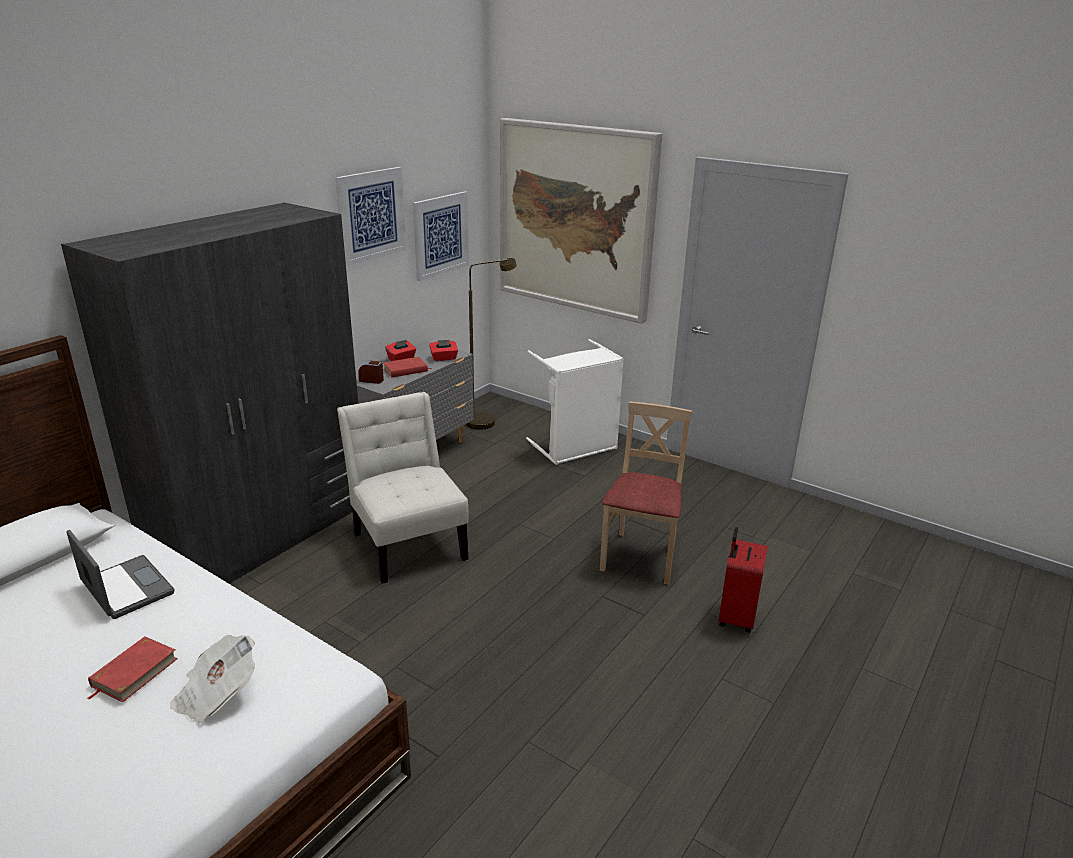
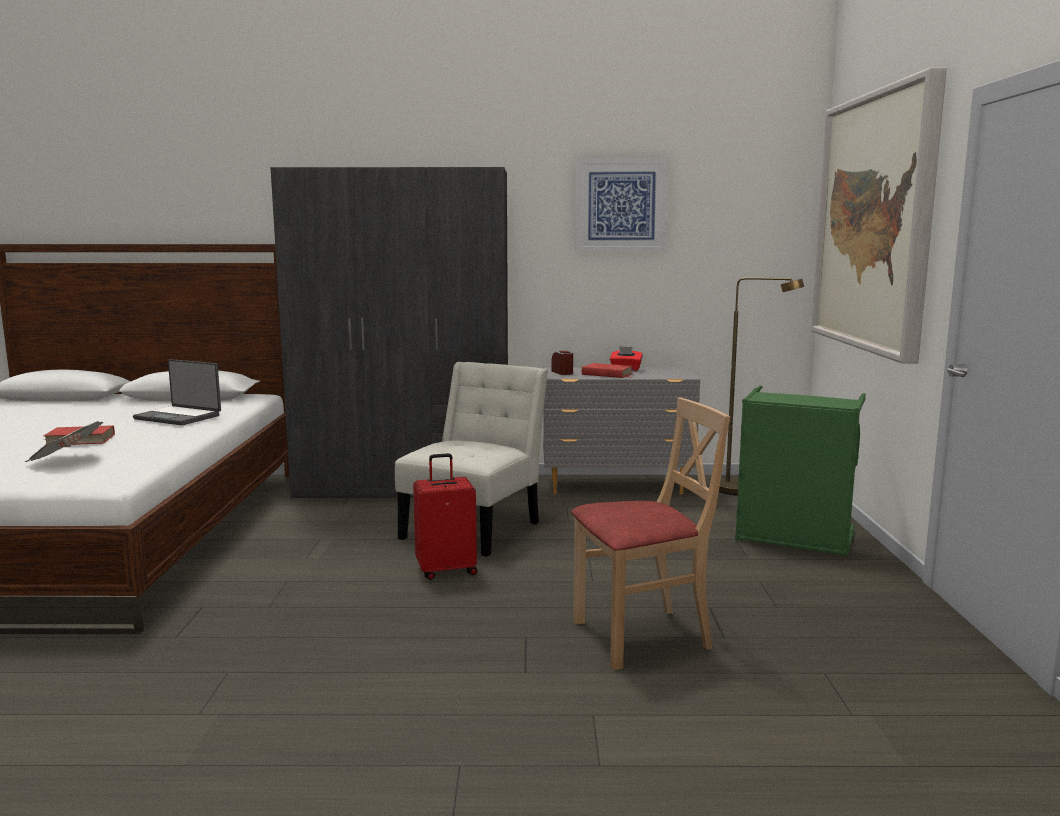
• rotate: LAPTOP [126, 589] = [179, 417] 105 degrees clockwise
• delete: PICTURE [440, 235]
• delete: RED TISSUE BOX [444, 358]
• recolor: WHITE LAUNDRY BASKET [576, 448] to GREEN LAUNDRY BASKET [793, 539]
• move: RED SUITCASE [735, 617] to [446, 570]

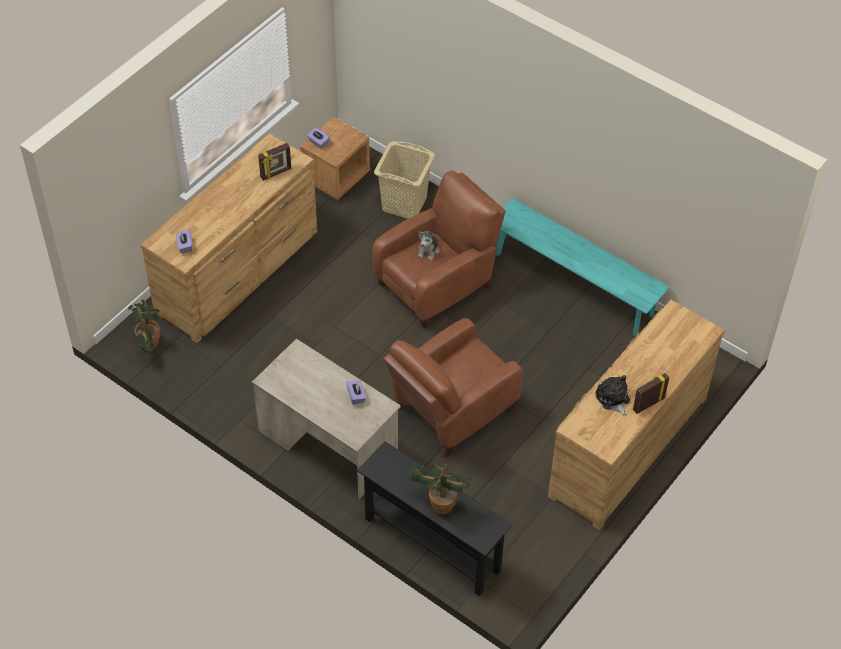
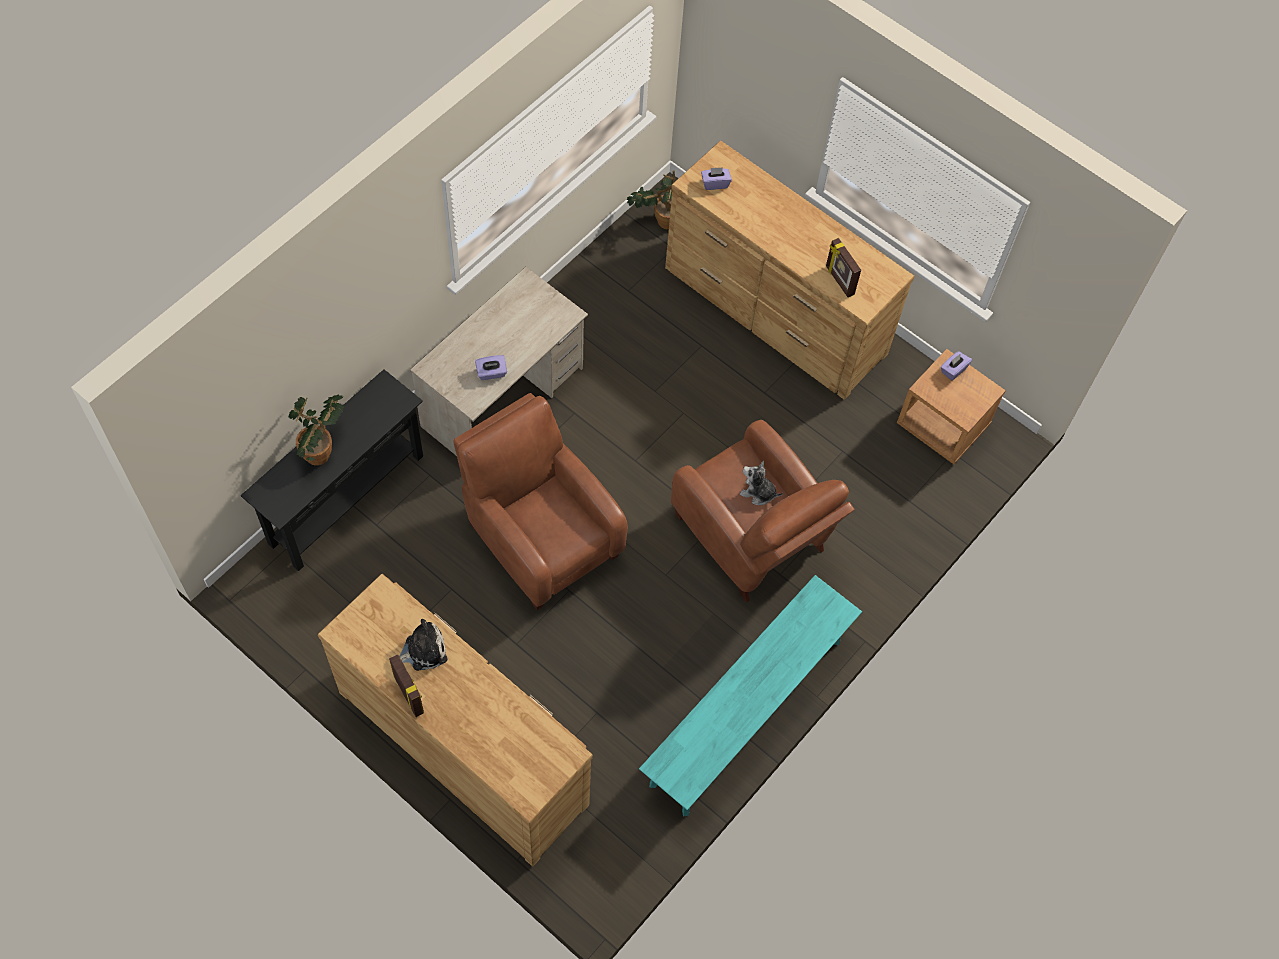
• delete: BEIGE LAUNDRY BASKET [405, 204]

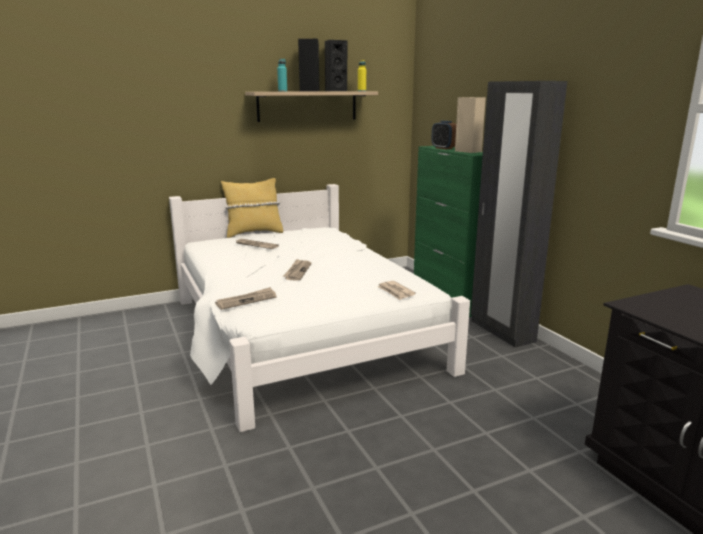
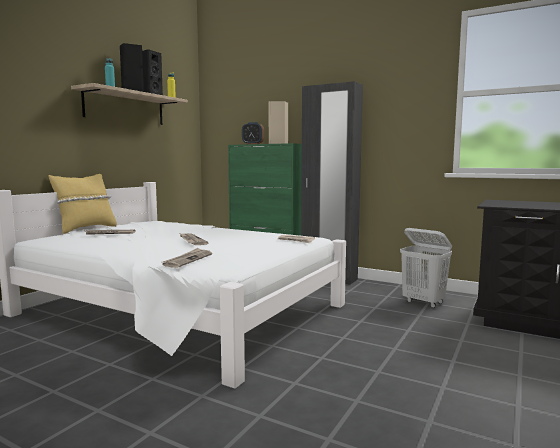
• insert: WHITE LAUNDRY BASKET [423, 302]

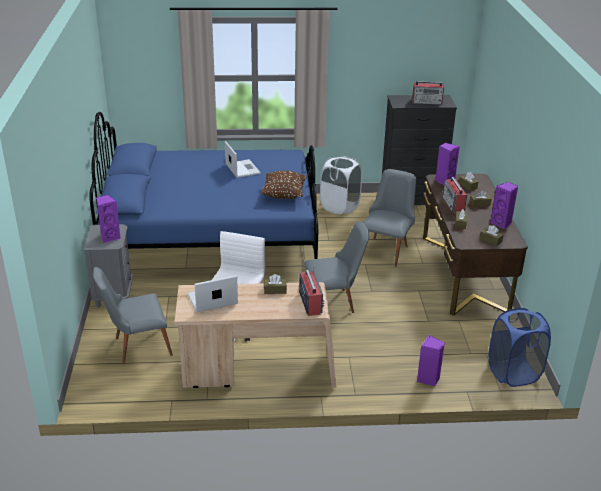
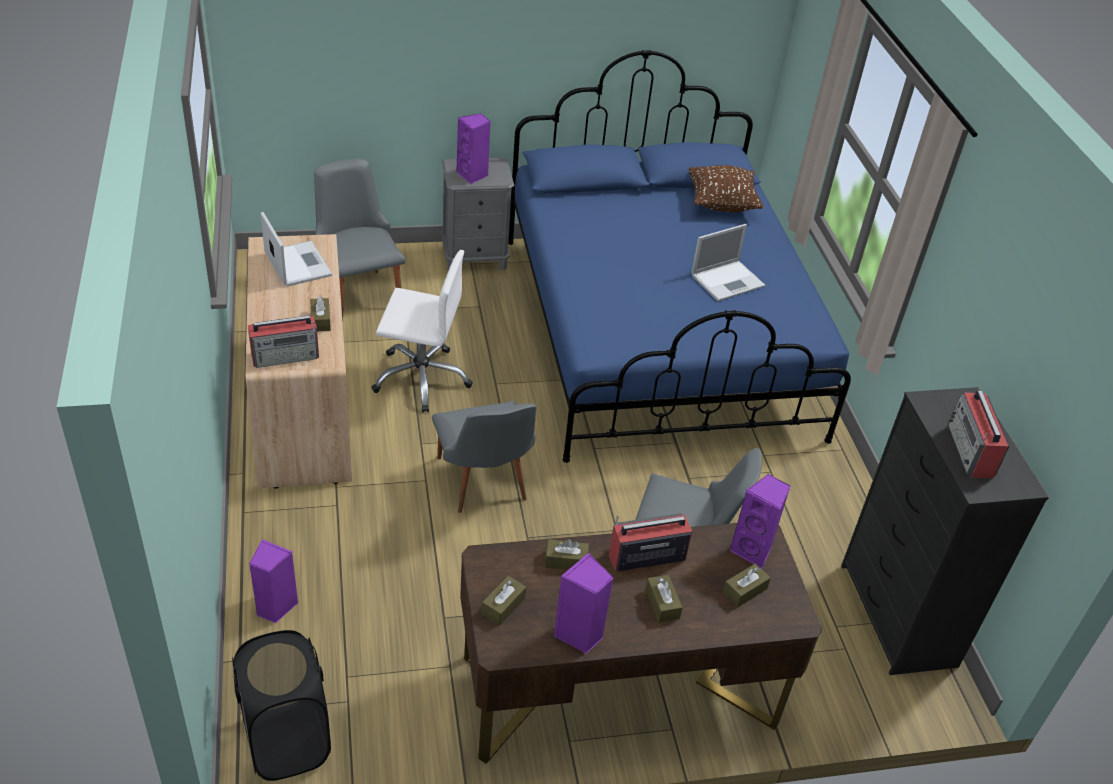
• move: BROWN PILLOW [284, 195] to [721, 203]
• delete: WHITE LAUNDRY BASKET [340, 207]
• recolor: BLUE LAUNDRY BASKET [513, 373] to BLACK LAUNDRY BASKET [286, 741]

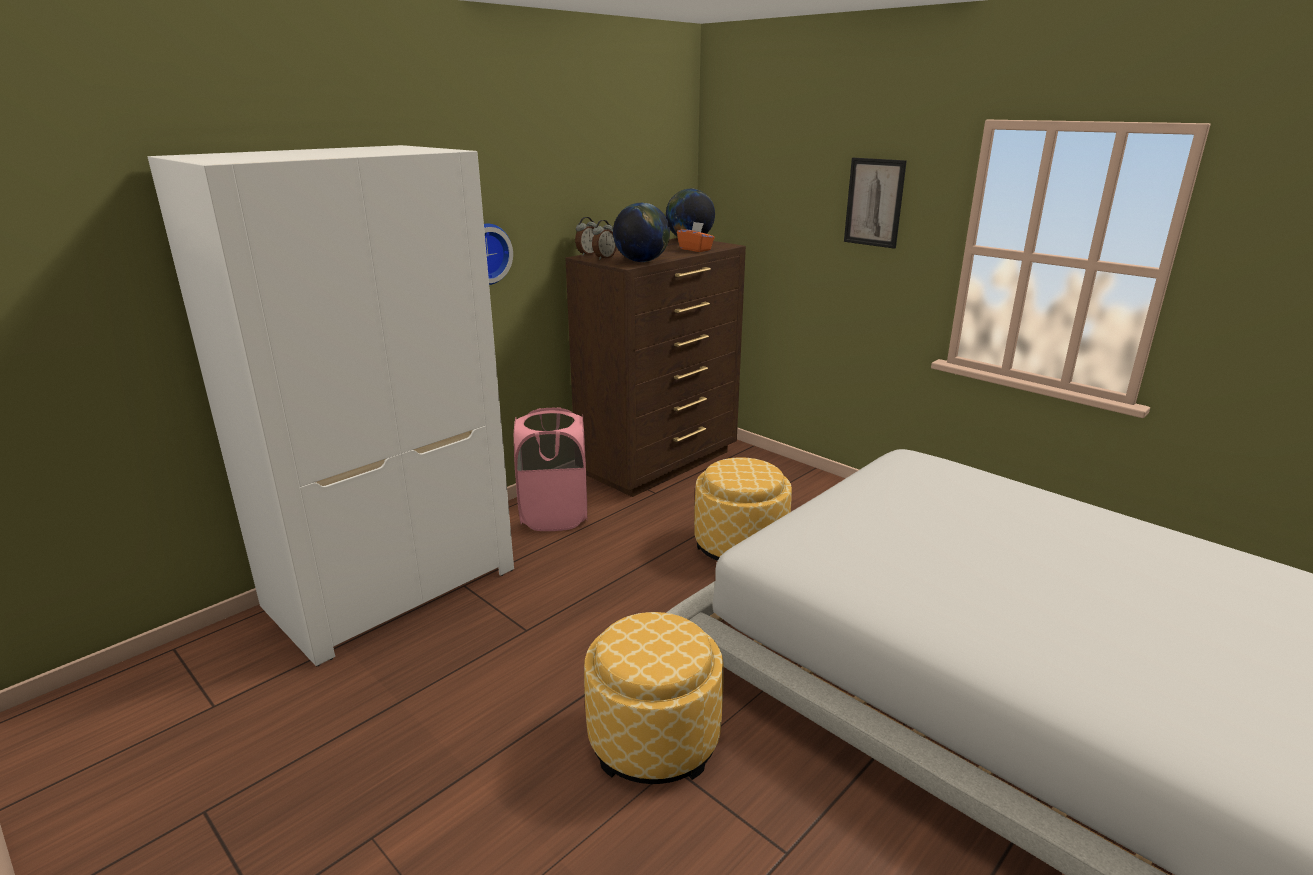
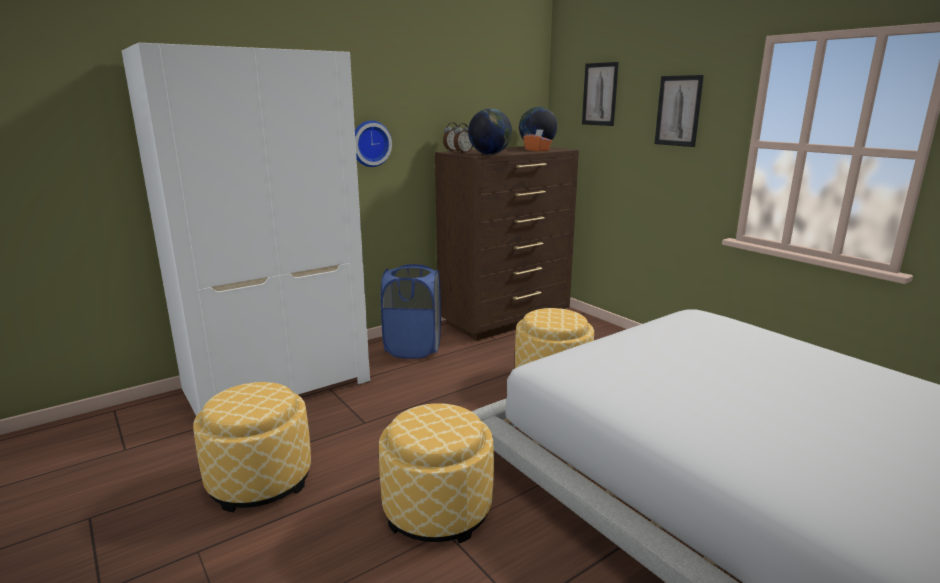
• recolor: PINK LAUNDRY BASKET [555, 516] to BLUE LAUNDRY BASKET [413, 348]
• insert: OTTOMAN [260, 480]
• insert: PICTURE [600, 94]

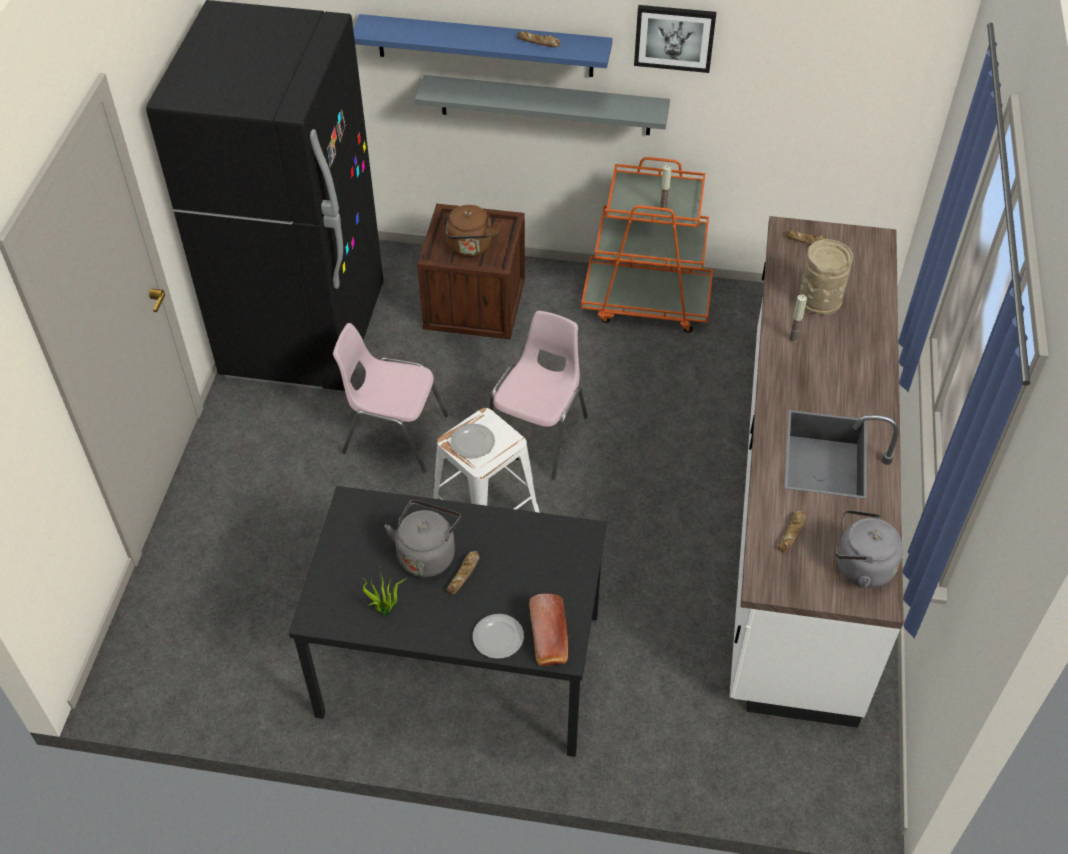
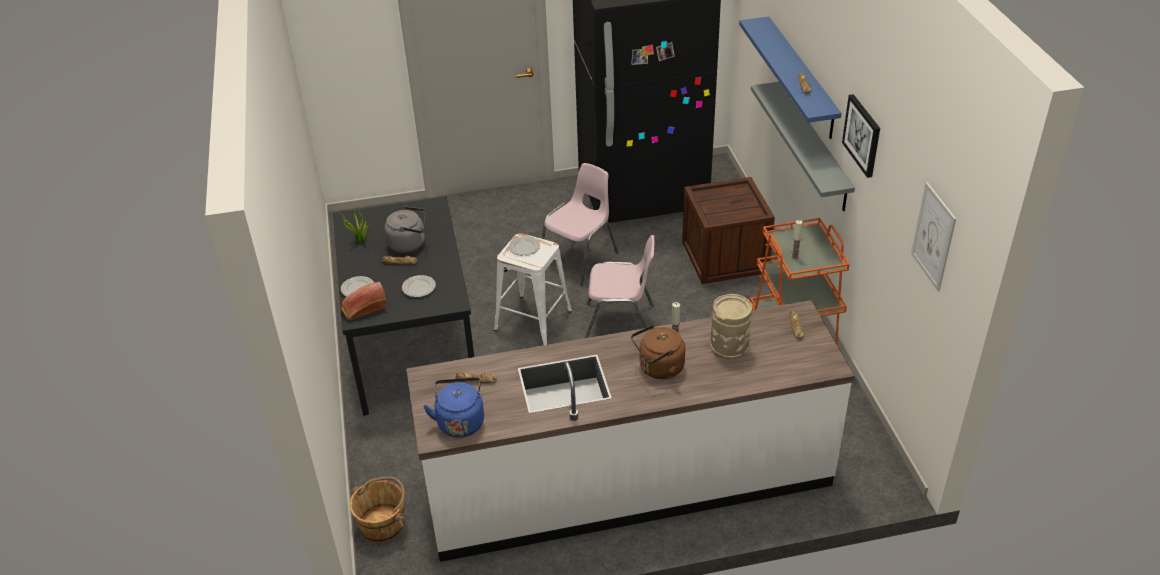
• rotate: PINK CHAIR [393, 434] = [580, 259] 45 degrees clockwise
• move: BROWN KETTLE [470, 248] to [659, 369]
• recolor: GREY KETTLE [859, 567] to BLUE KETTLE [460, 421]
• insert: BROWN BUCKET [383, 524]
• insert: PLATE [418, 288]
• insert: PICTURE [933, 236]

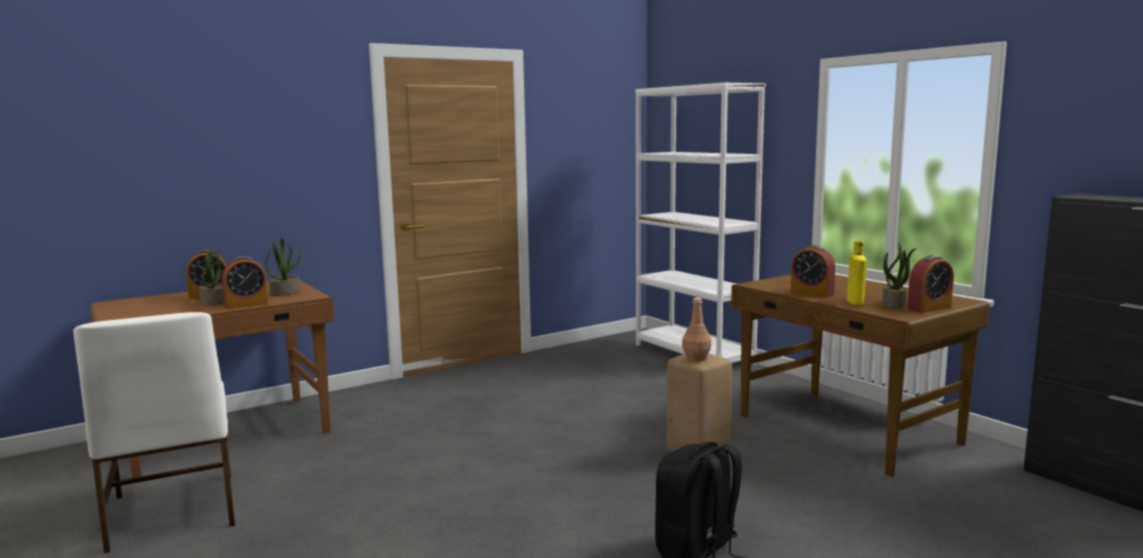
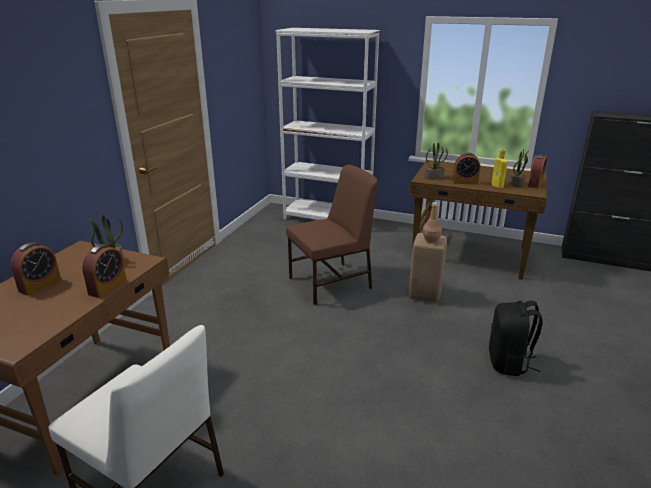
• move: POTTED PLANT [214, 302] to [434, 177]
• insert: BROWN CHAIR [331, 283]

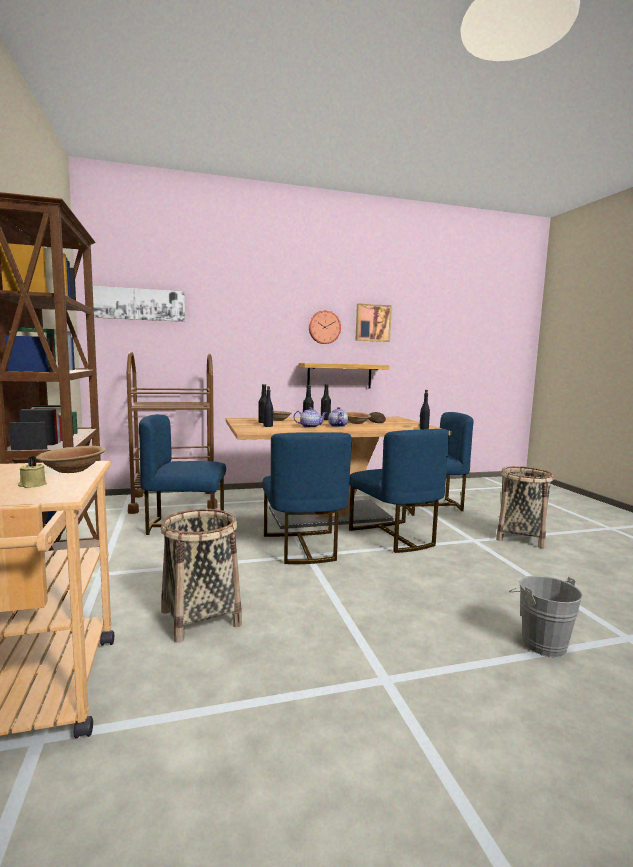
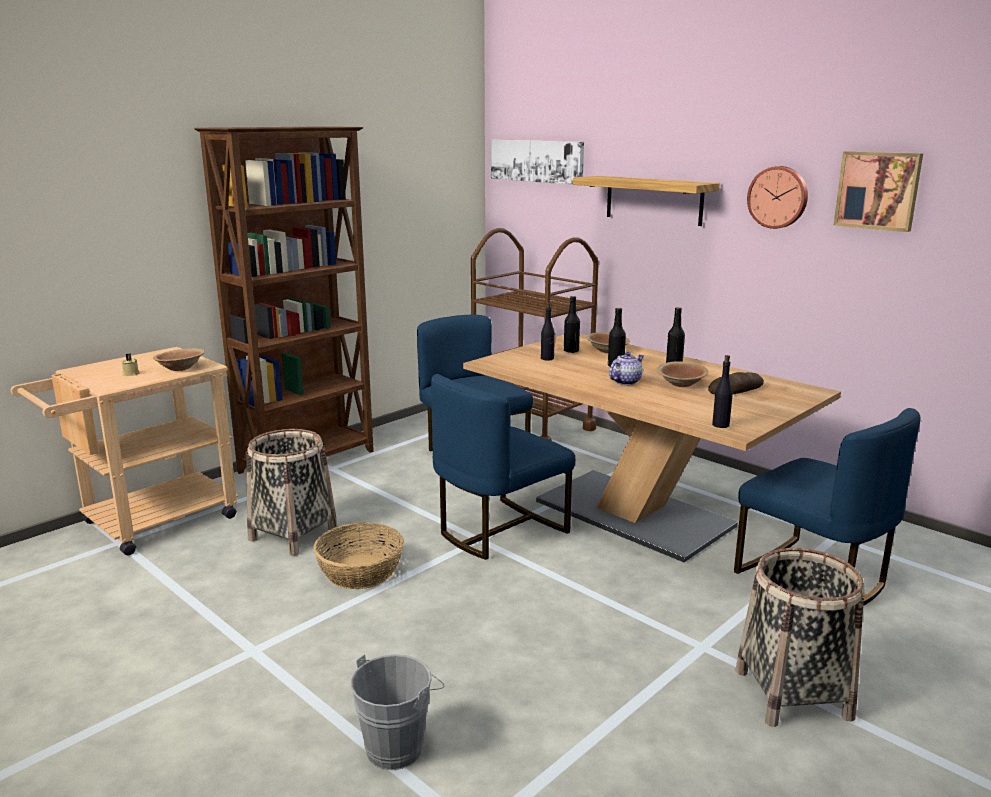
• delete: TEAPOT [310, 427]
• move: SHELF [339, 376] to [653, 200]
• delete: BLUE CHAIR [395, 537]
• insert: BASKET [360, 571]

